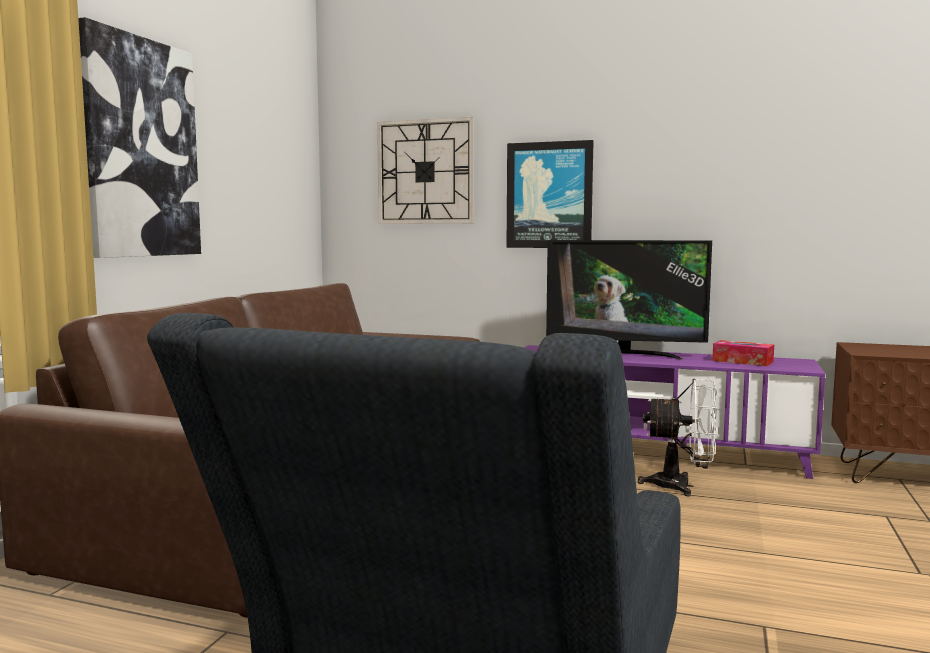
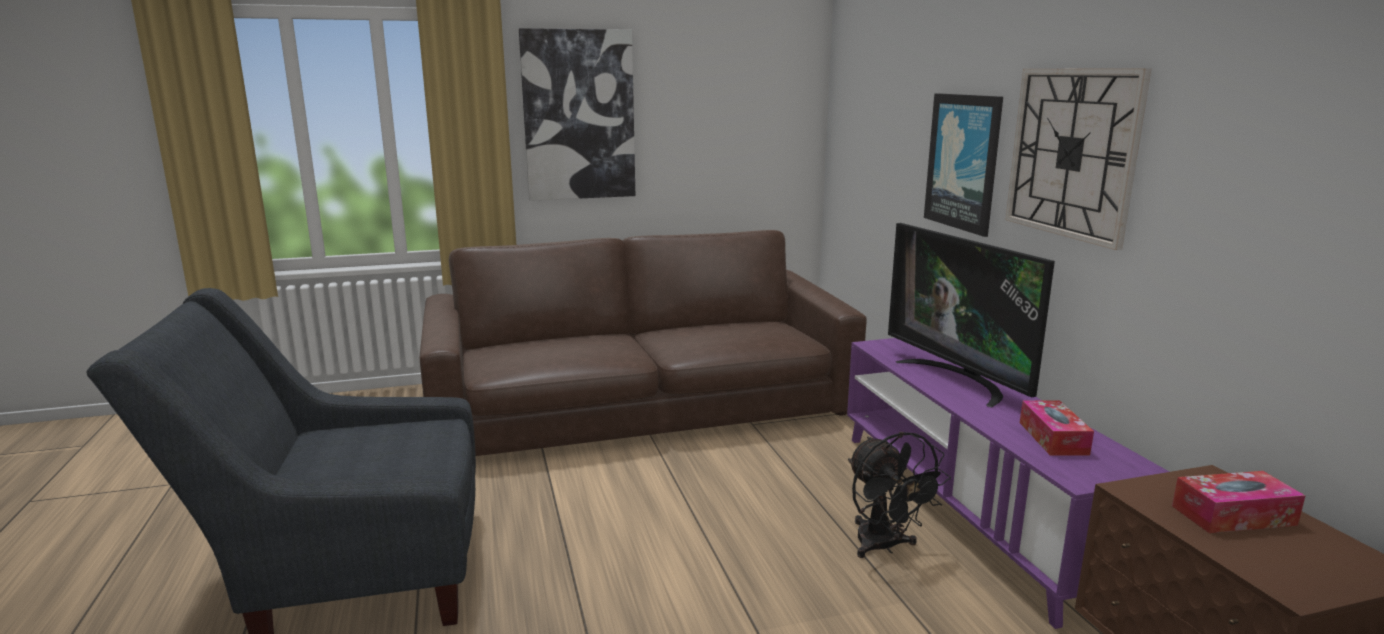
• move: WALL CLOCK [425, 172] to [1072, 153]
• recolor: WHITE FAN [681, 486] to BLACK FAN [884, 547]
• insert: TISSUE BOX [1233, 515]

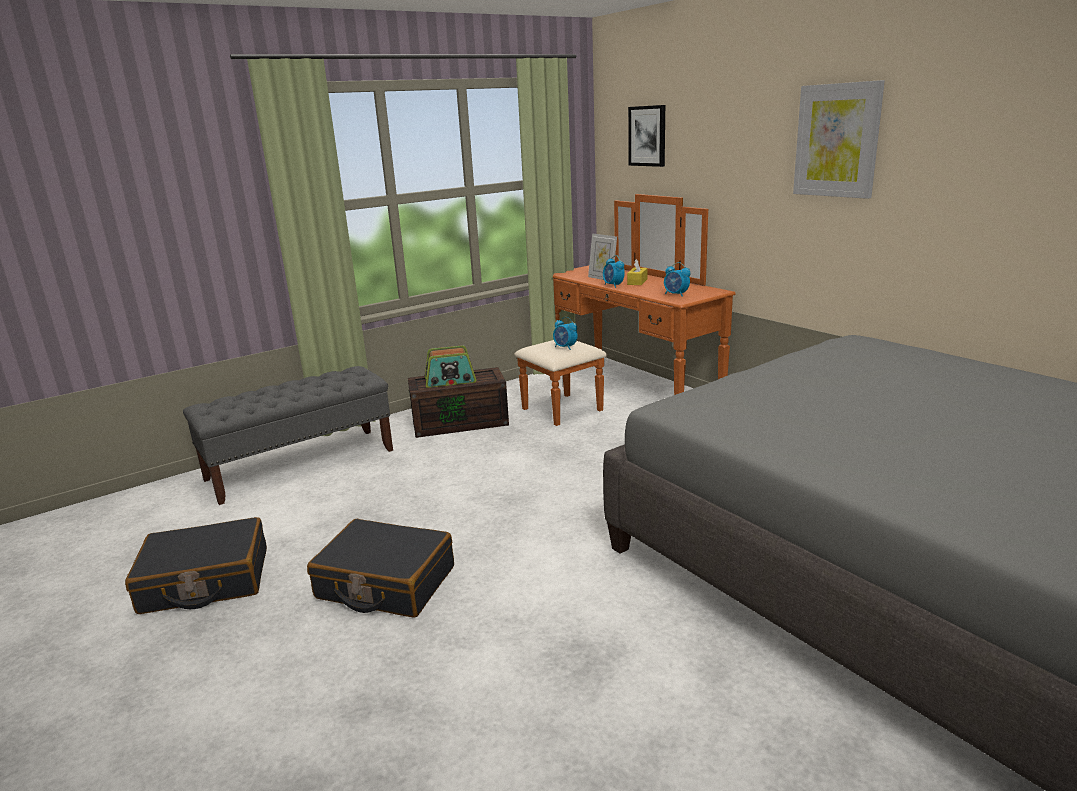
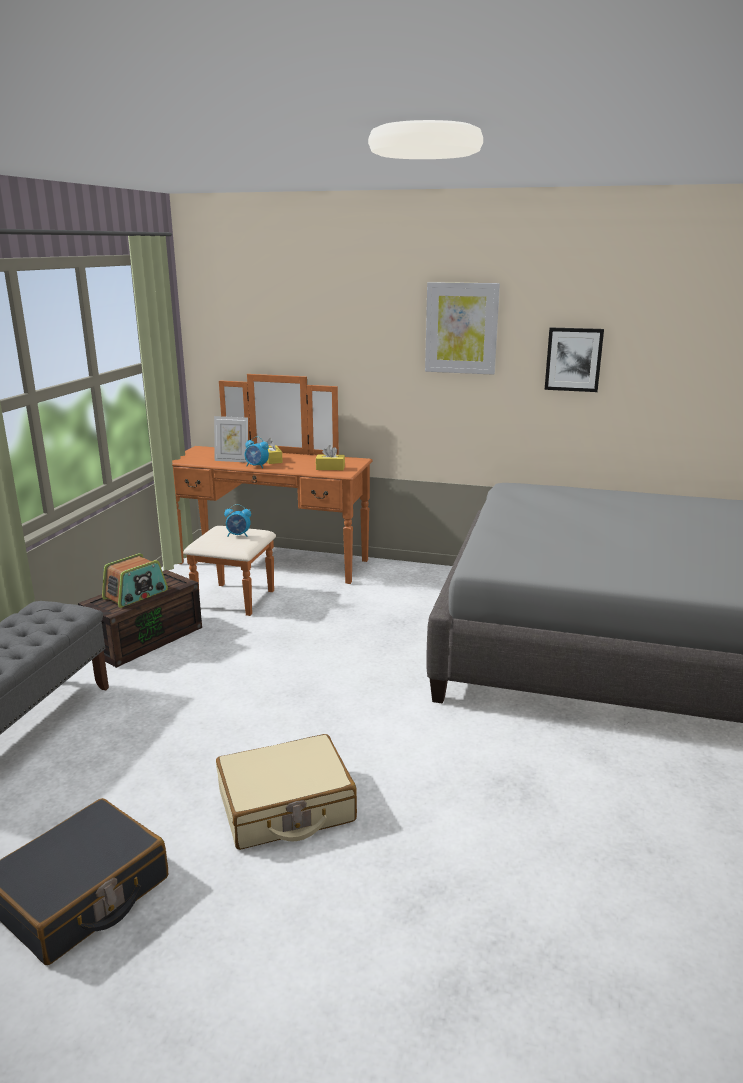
• recolor: BLACK SUITCASE [385, 583] to BEIGE SUITCASE [286, 807]
• move: PICTURE [647, 136] to [573, 359]
• replace: ALARM CLOCK [676, 295] to YELLOW TISSUE BOX [330, 468]

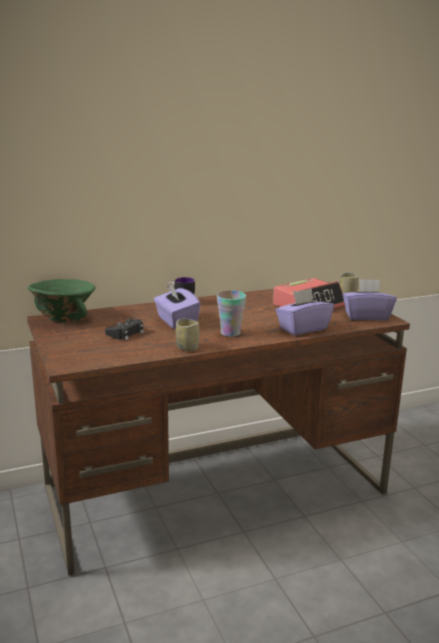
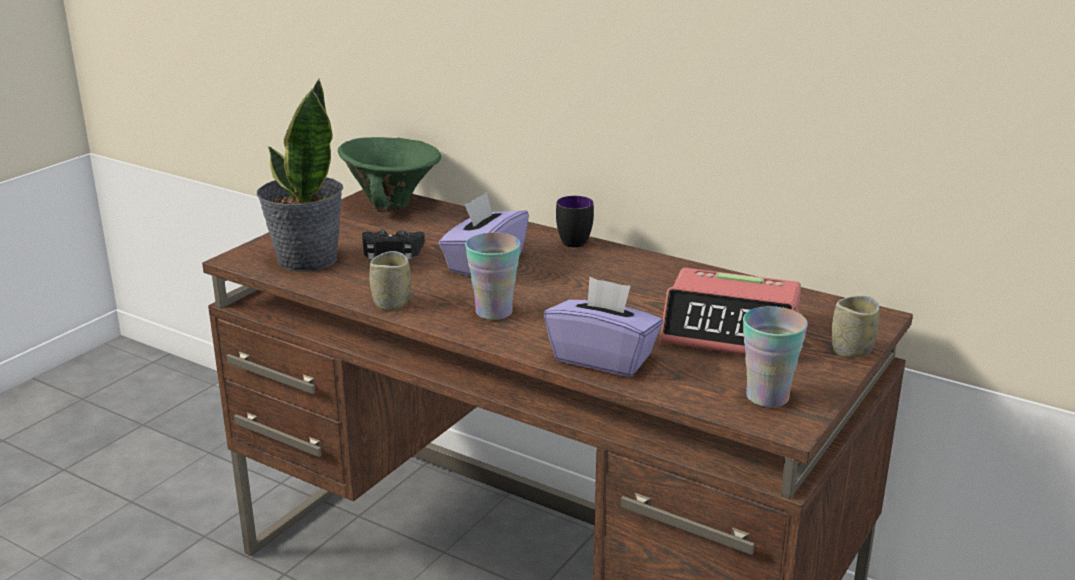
• replace: PURPLE TISSUE BOX [366, 316] to CUP [767, 397]
• insert: POTTED PLANT [306, 259]

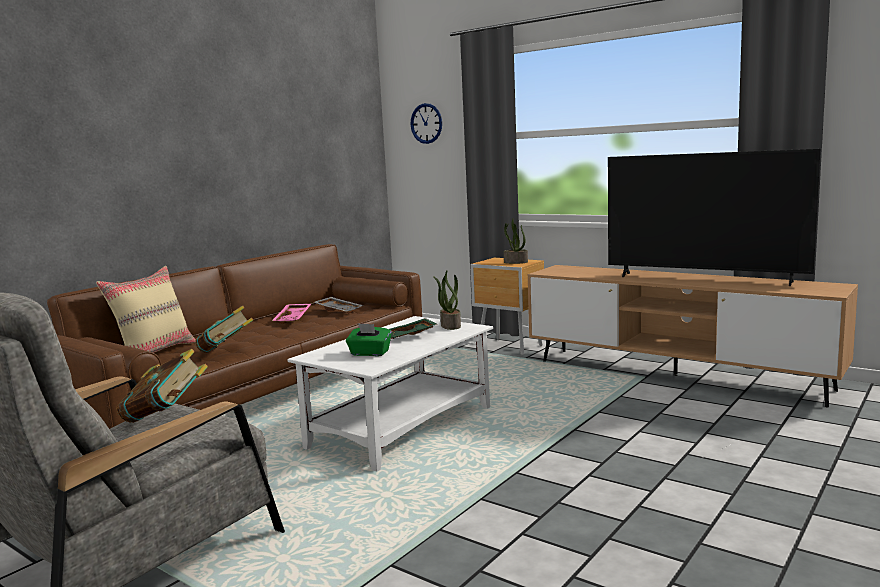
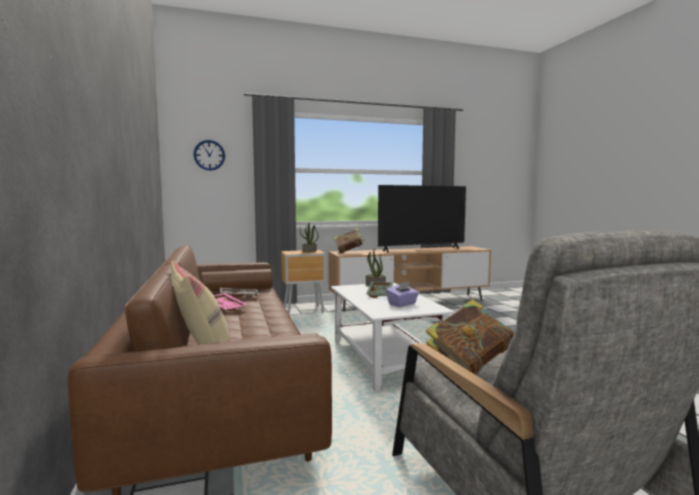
• move: BOOK [226, 353] to [349, 252]
• recolor: GREEN TISSUE BOX [369, 353] to PURPLE TISSUE BOX [402, 304]

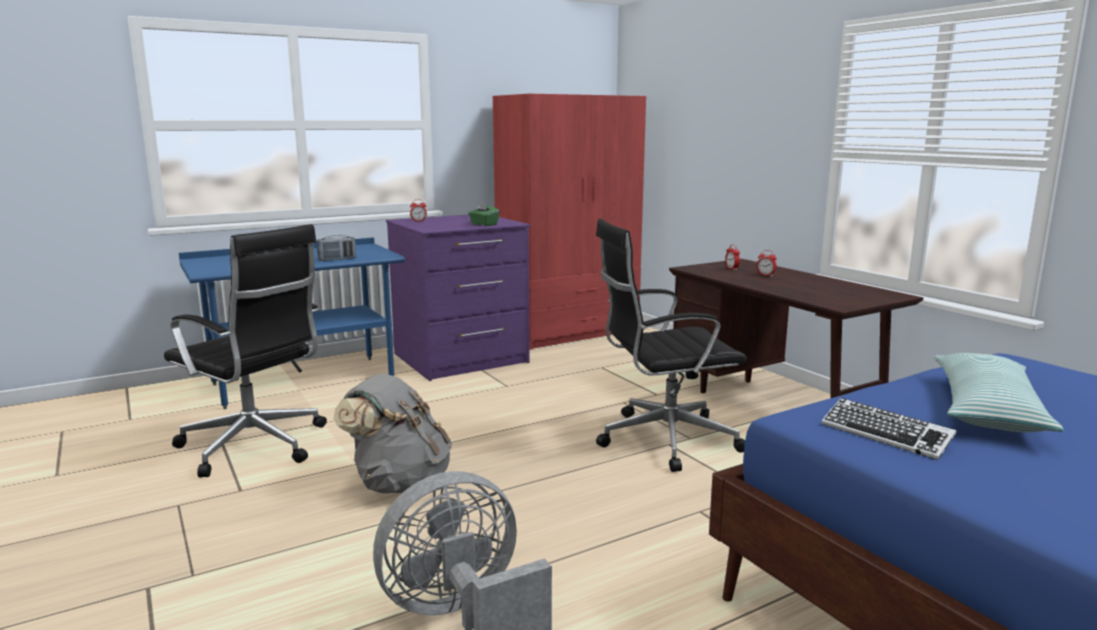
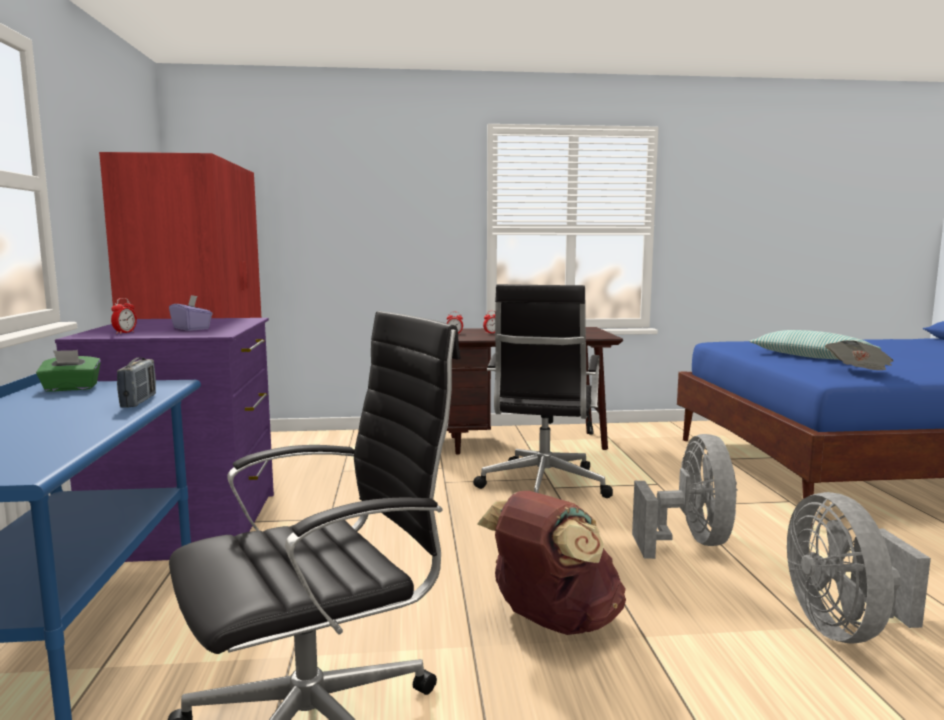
• recolor: GREY BACKPACK [398, 483] to BROWN BACKPACK [552, 622]
• move: GREEN TISSUE BOX [483, 224] to [71, 388]
• replace: KEYBOARD [885, 435] to NEWSPAPER [859, 373]
• insert: PURPLE TISSUE BOX [192, 328]
• insert: GREY FAN [690, 542]

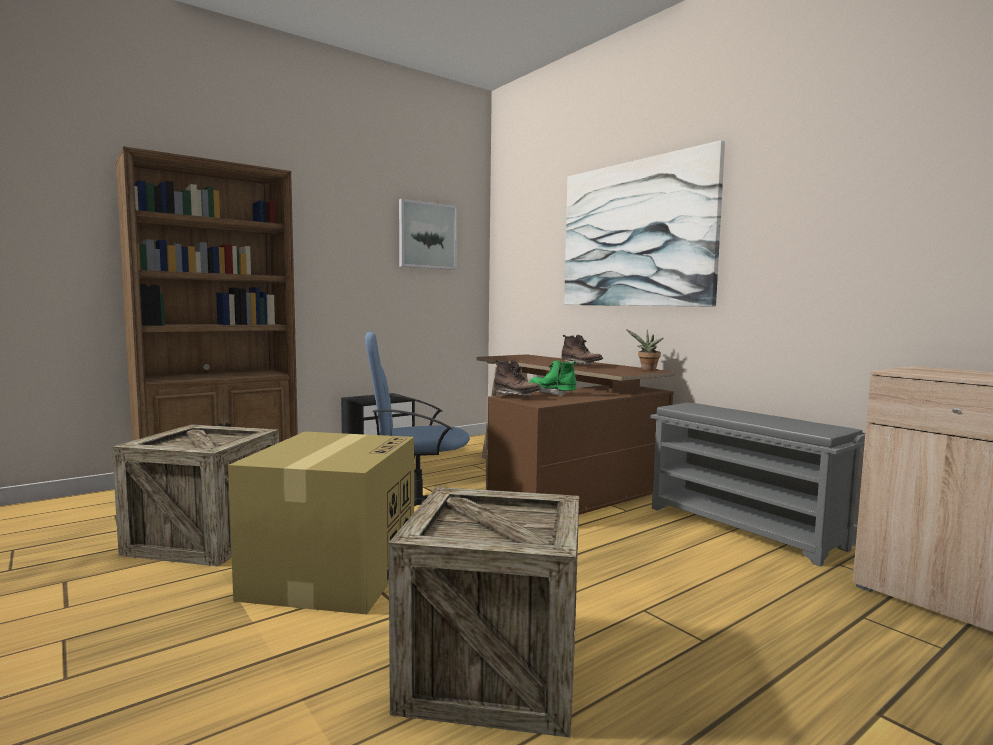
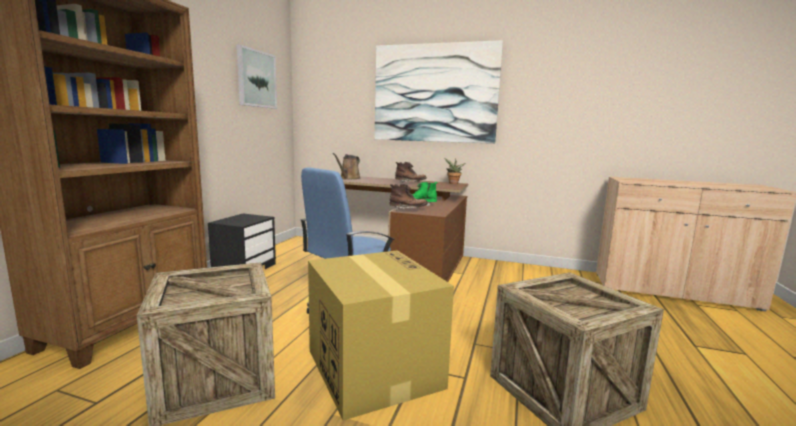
• delete: GREY SHOE RACK [745, 527]
• insert: BROWN WATERING CAN [349, 178]

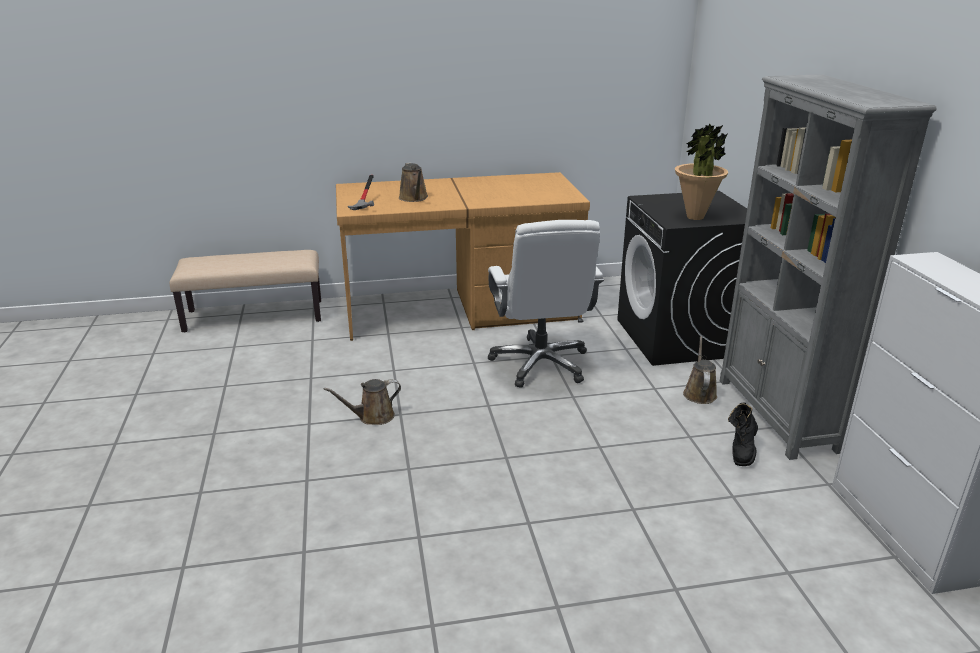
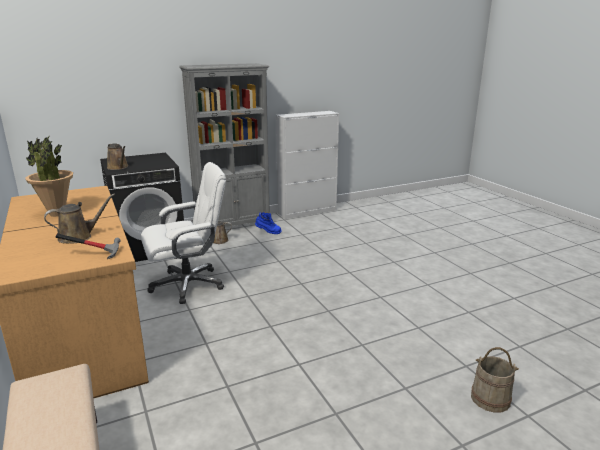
• move: BROWN WATERING CAN [373, 417] to [118, 167]
• move: POTTED PLANT [695, 217] to [57, 214]
• recolor: BLACK BOOT [741, 451] to BLUE BOOT [268, 232]
• insert: BEIGE BUCKET [490, 399]

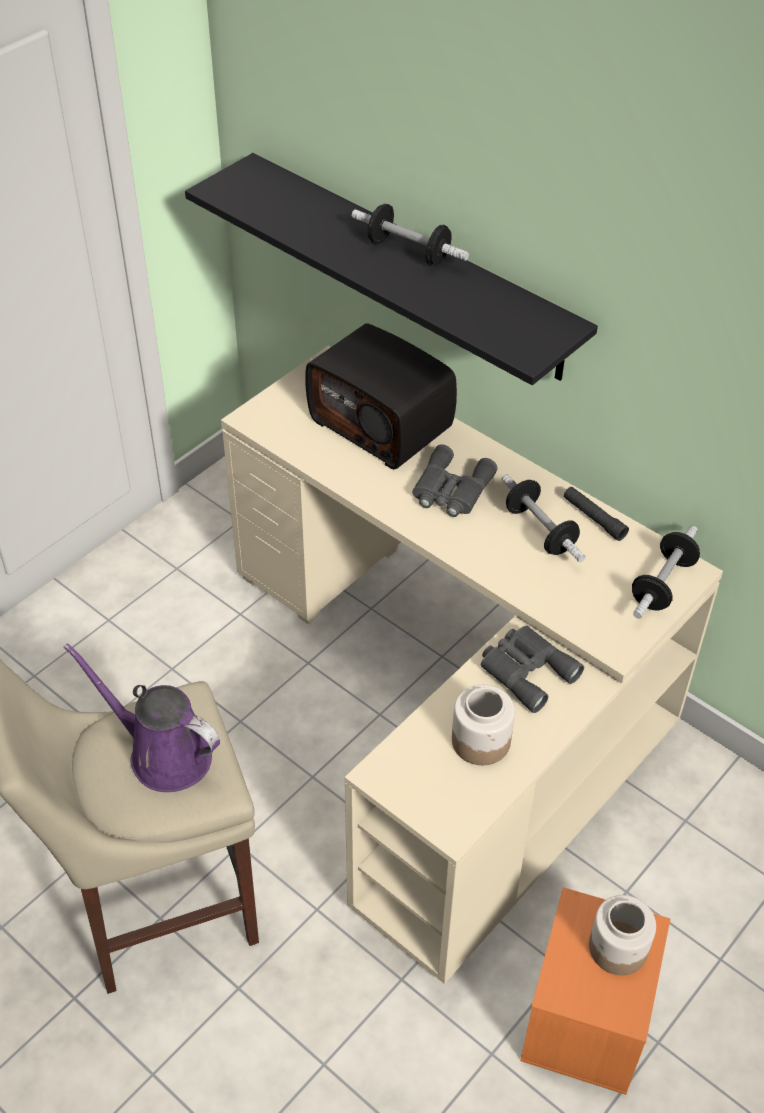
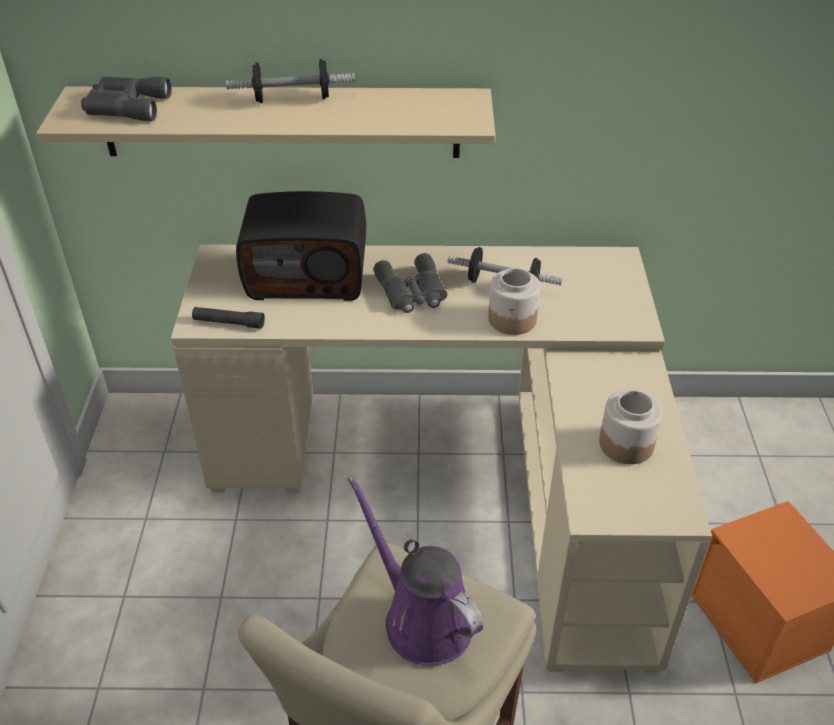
• rotate: PURPLE WATERING CAN [163, 753] = [422, 618] 60 degrees clockwise
• recolor: BLACK SHELF [411, 266] to BEIGE SHELF [281, 122]
• move: GREY BINOCULARS [526, 670] to [125, 106]
• move: BLACK FLASHLIGHT [594, 518] to [228, 323]
• move: JAR [618, 949] to [512, 320]
• delete: DUMBBELL [662, 584]

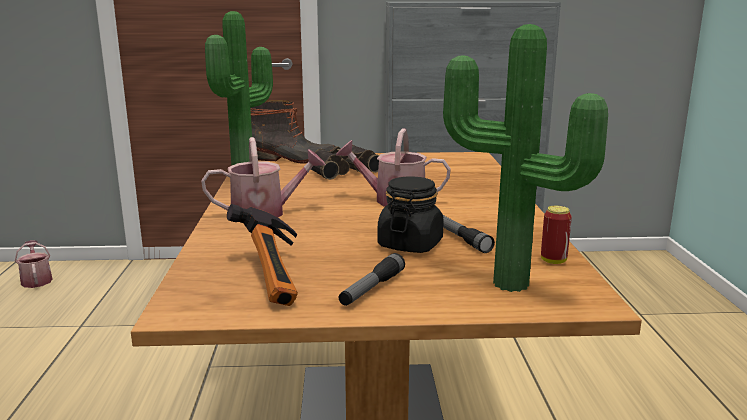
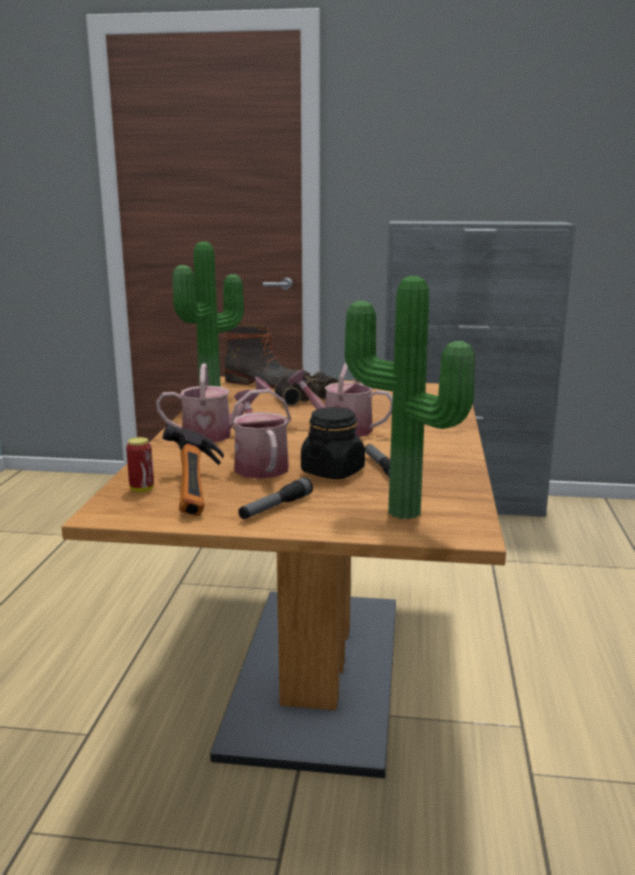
• move: WATERING CAN [36, 280] to [259, 465]
• move: CAN [553, 261] to [142, 489]

